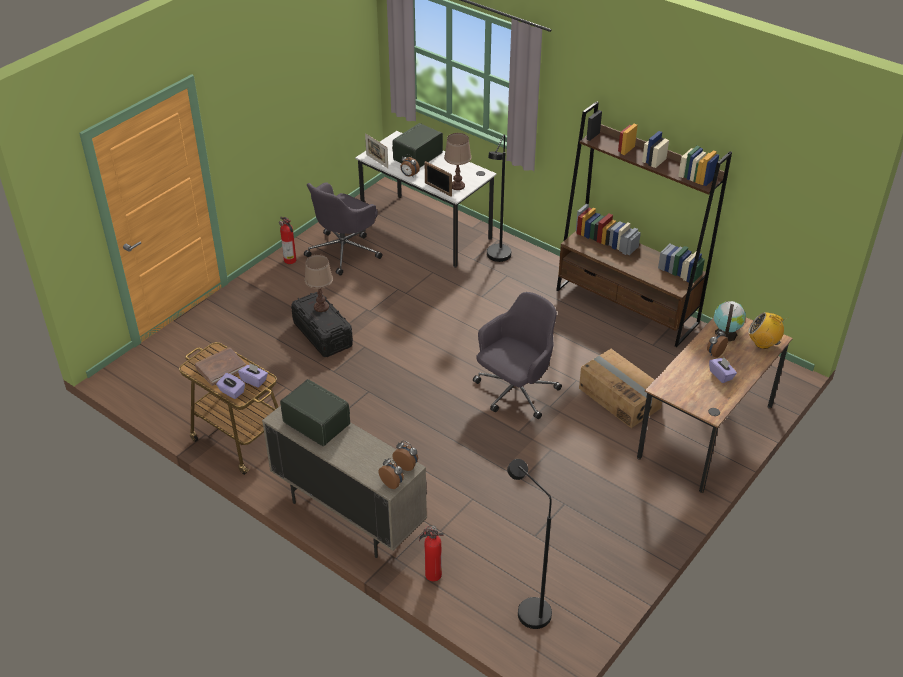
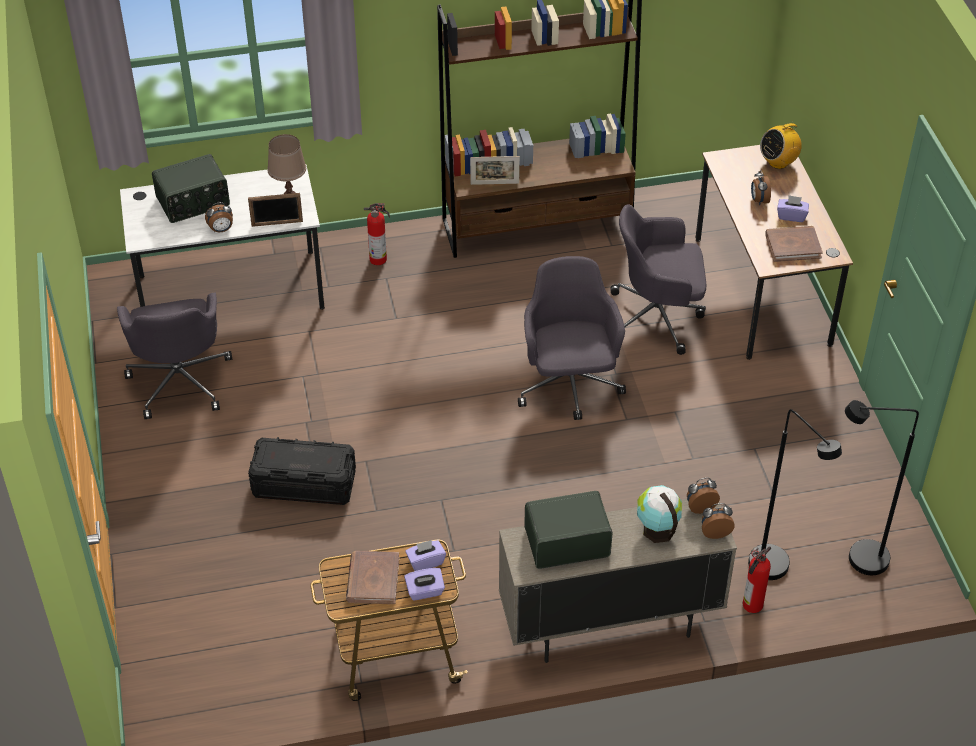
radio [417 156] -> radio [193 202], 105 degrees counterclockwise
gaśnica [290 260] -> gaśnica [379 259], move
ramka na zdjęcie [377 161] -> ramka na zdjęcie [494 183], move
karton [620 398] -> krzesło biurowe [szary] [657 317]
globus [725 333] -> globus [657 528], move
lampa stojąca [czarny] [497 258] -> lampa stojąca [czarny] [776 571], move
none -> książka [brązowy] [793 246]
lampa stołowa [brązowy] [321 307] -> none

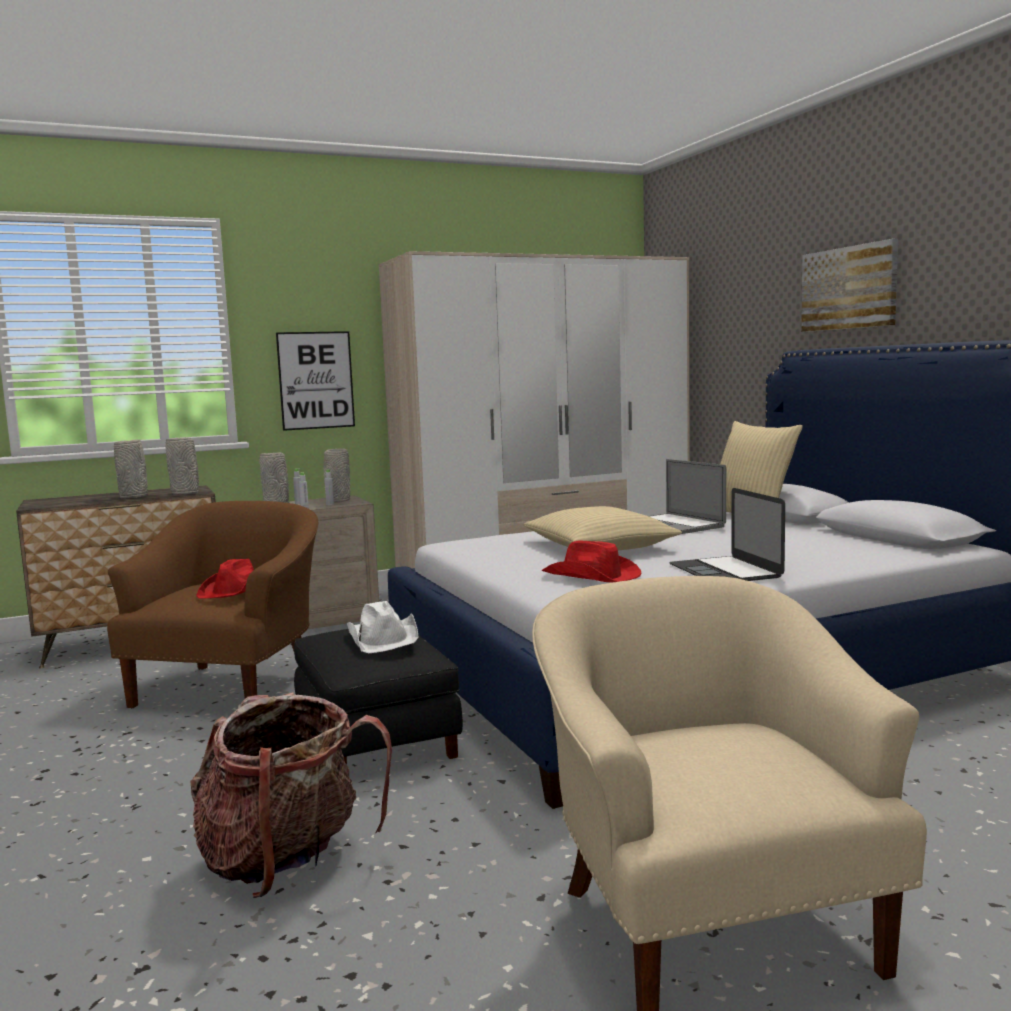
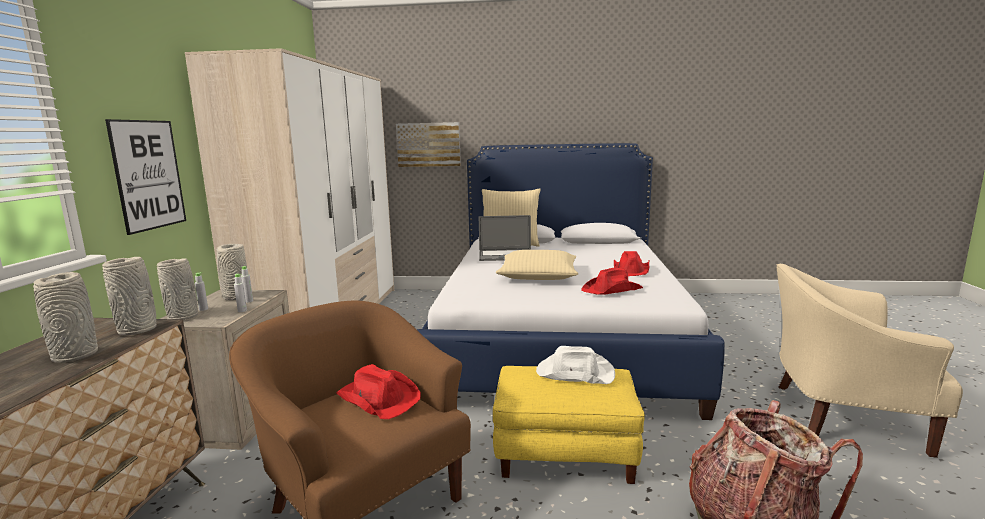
obraz [849 288] -> obraz [428 144], move
pufa [czarny] [378 739] -> pufa [żółty] [566 451]
laptop [725 571] -> kapelusz [czerwony] [631 270]

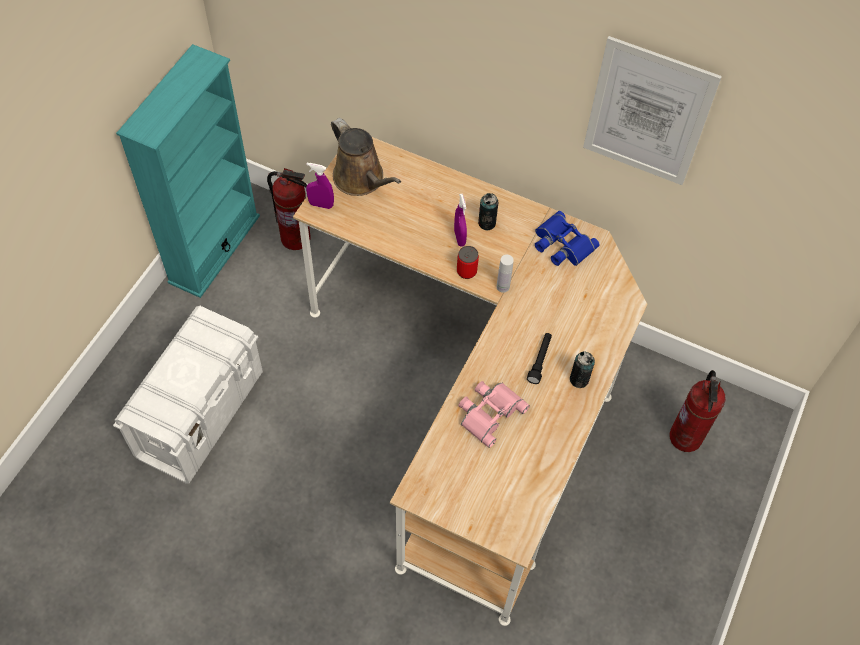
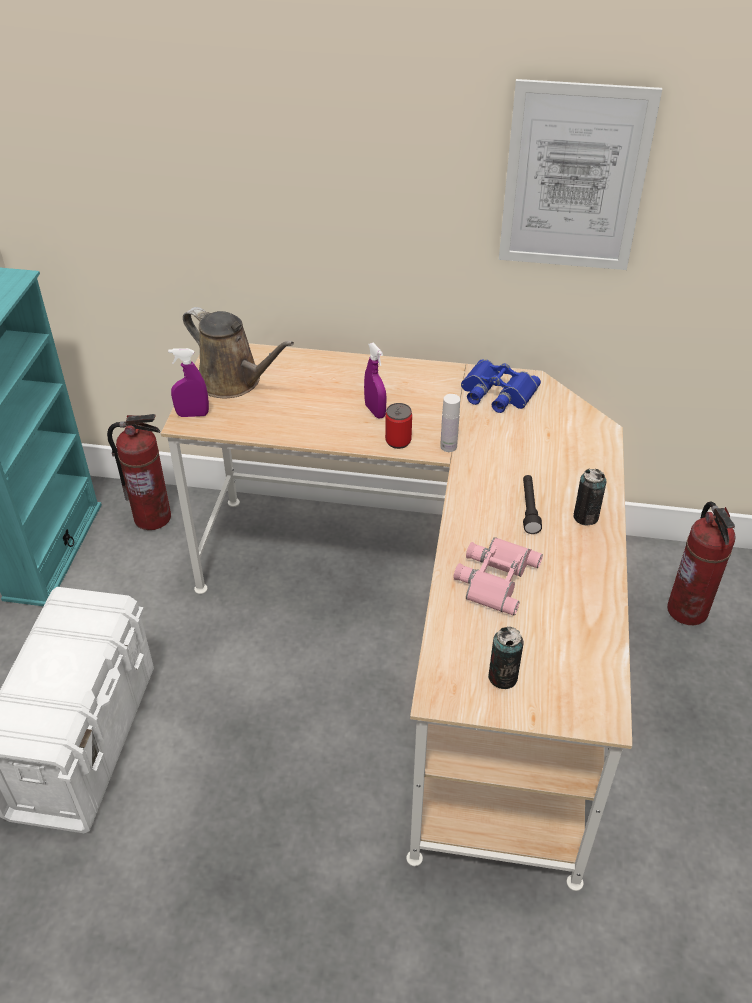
puszka [487 223] -> puszka [502 677], move

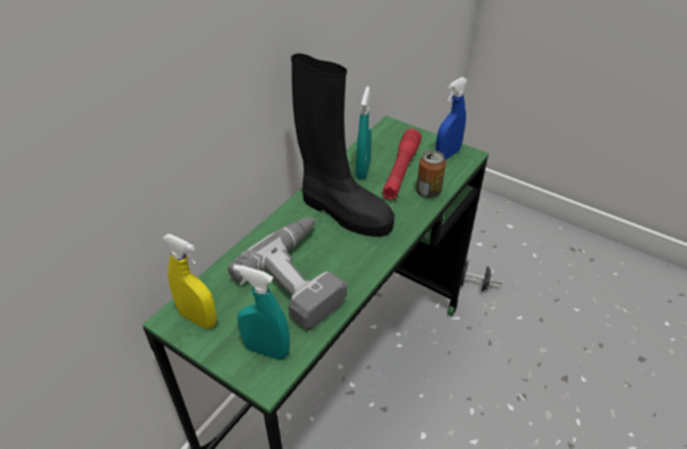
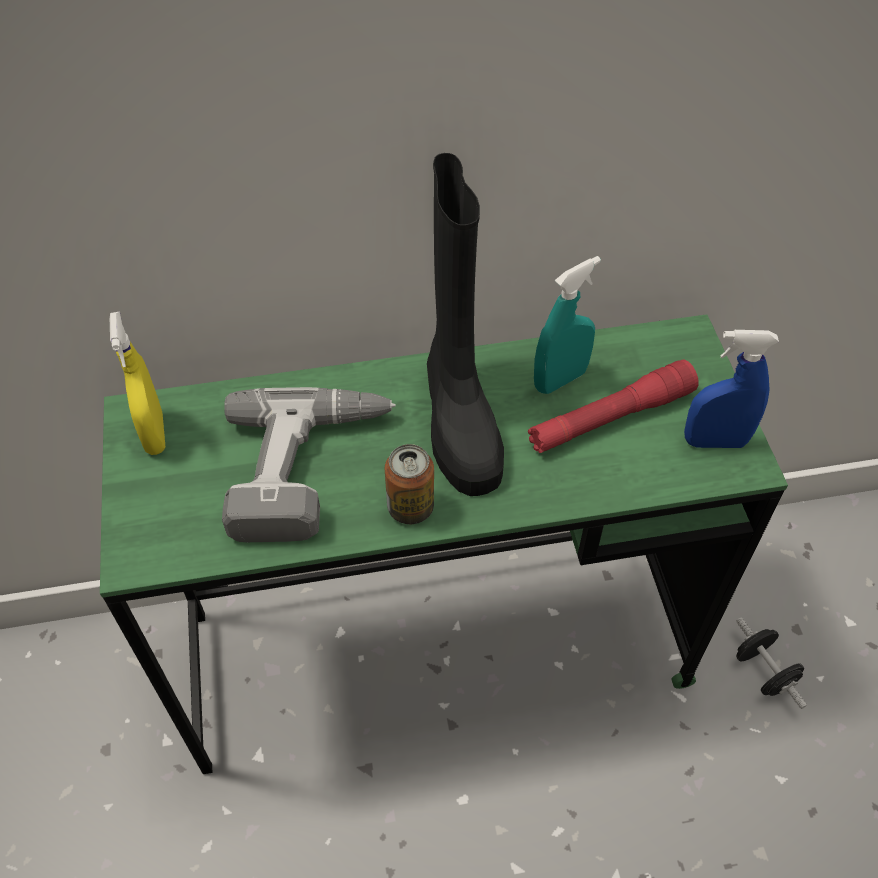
puszka [428 192] -> puszka [410 507], move
spryskiwacz [turkusowy] [266 350] -> none

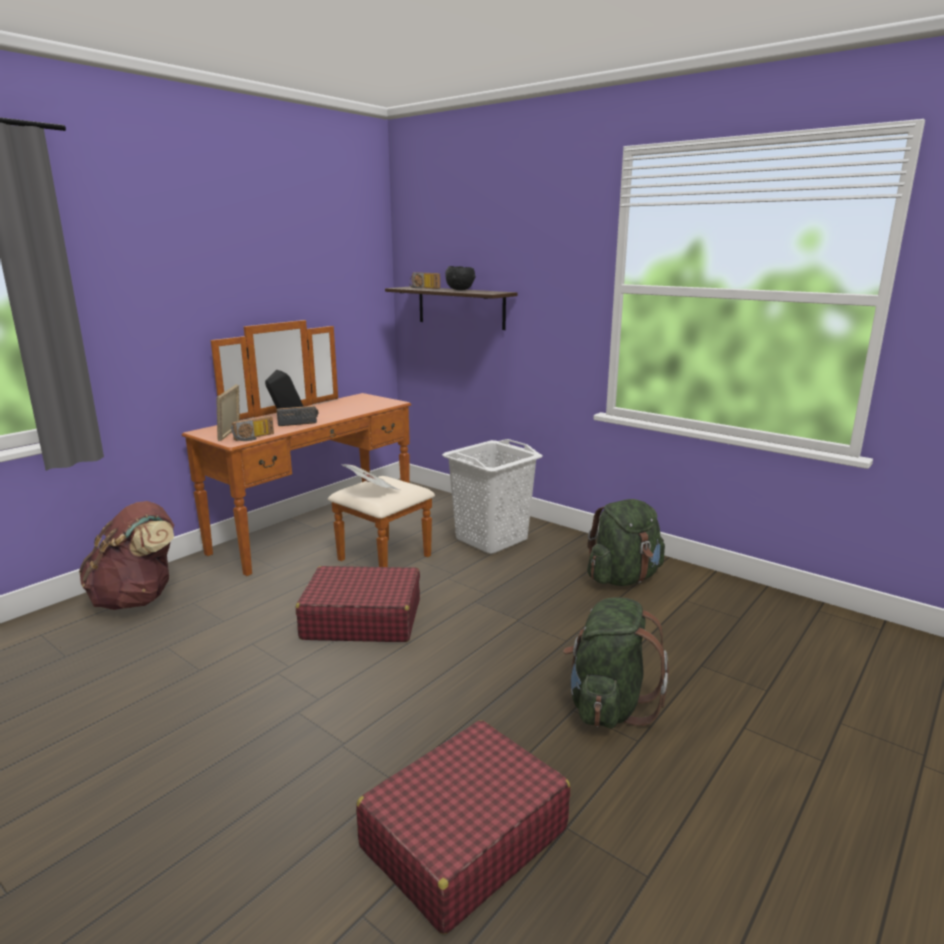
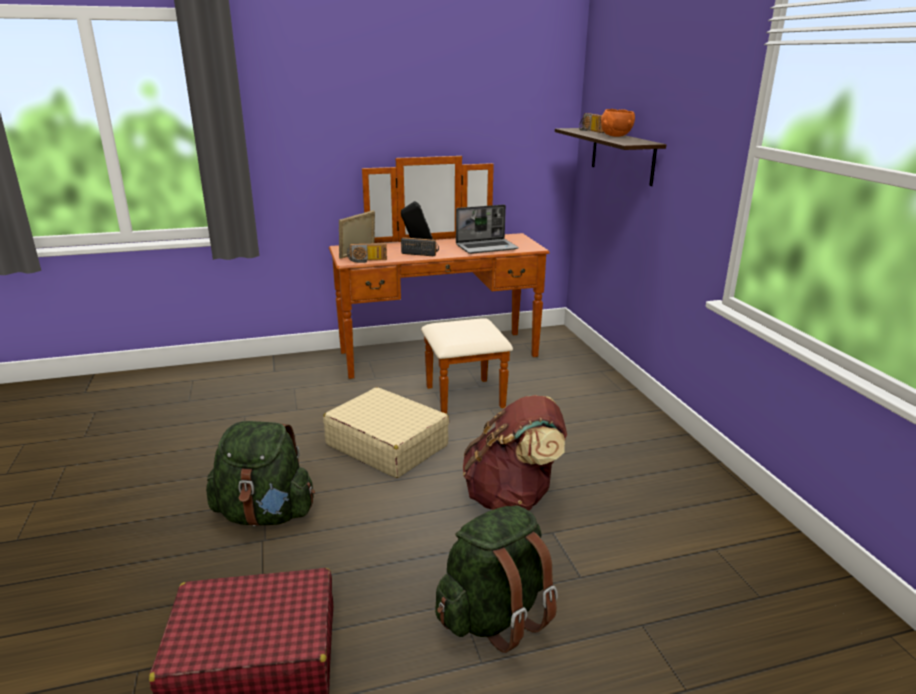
plecak [zielony] [623 578] -> plecak [zielony] [265 514], move
walizka [czerwony] [362 619] -> walizka [beżowy] [386 445]
none -> laptop [487 247]
plecak [brązowy] [138 599] -> plecak [brązowy] [512 497], move
miska [czarny] [460 290] -> miska [pomarańczowy] [615 136]
gazeta [372 491] -> none
kosz na pranie [biały] [492 539] -> none

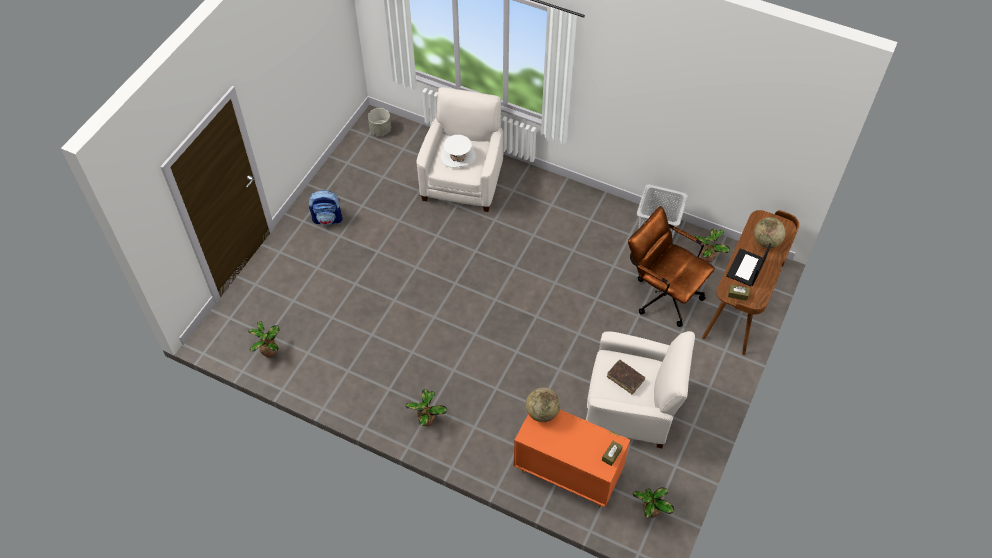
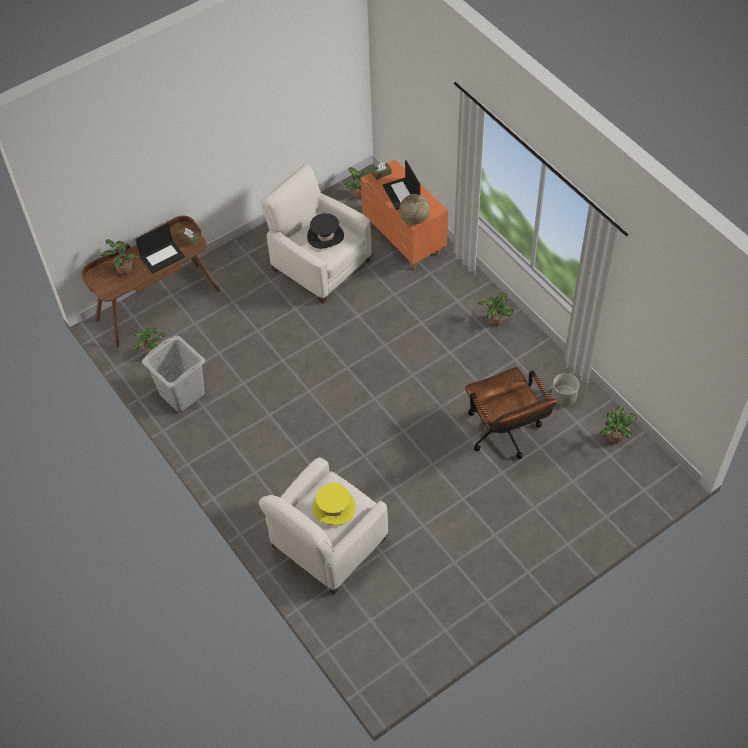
globus [766 242] -> roślina doniczkowa [124 270]
książka [brązowy] [625 378] -> kapelusz [czarny] [325 236]
kapelusz [biały] [458 156] -> kapelusz [żółty] [334 508]
none -> laptop [402 194]
krzesło biurowe [brązowy] [662 294] -> krzesło biurowe [brązowy] [505 435], move
donica [szary] [380 130] -> donica [szary] [563 397], move
plecak [328 218] -> none

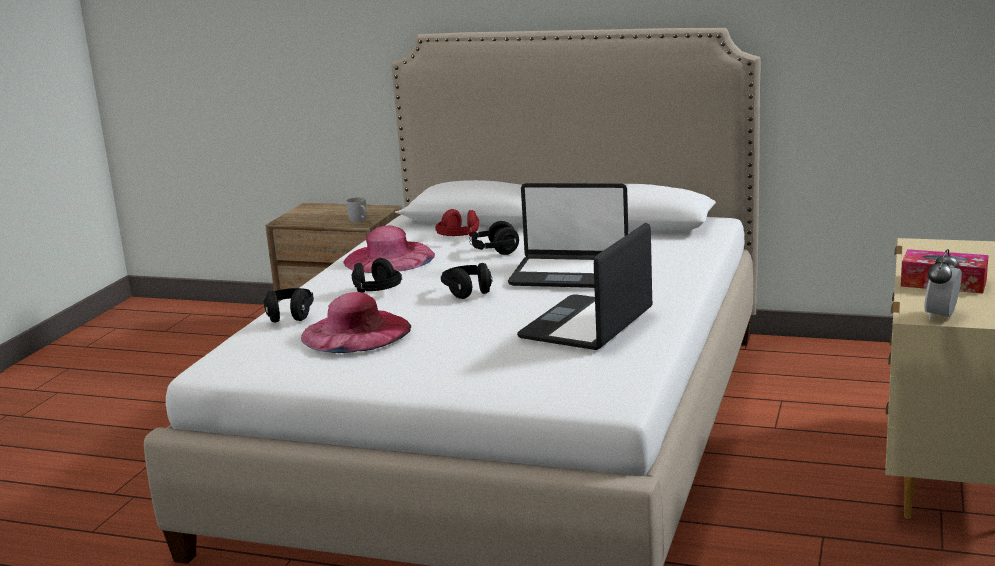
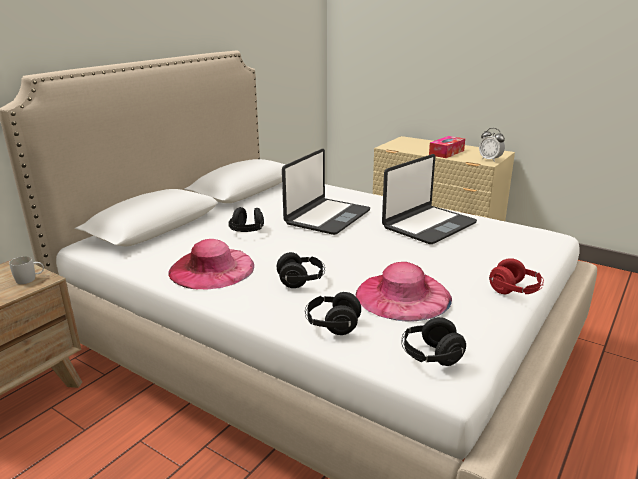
laptop [588 325] -> laptop [428 225], 90 degrees counterclockwise
słuchawki [czarny] [468 292] -> słuchawki [czarny] [430 356], move
słuchawki [czerwony] [458 238] -> słuchawki [czerwony] [515 291], move

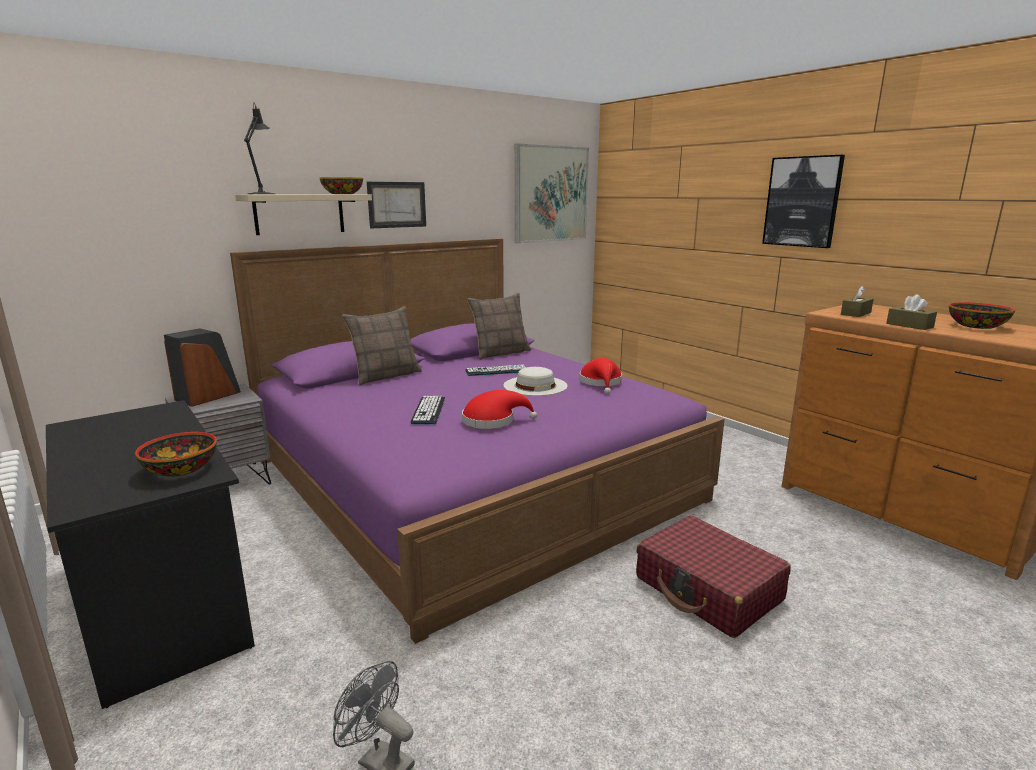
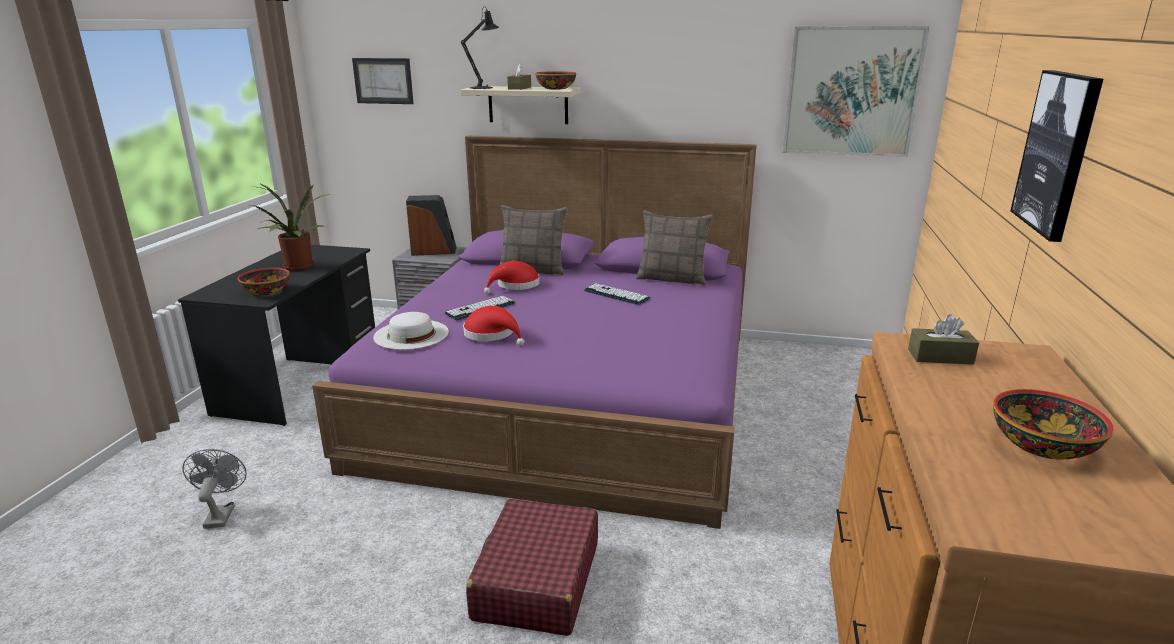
none -> roślina doniczkowa [298 268]
obraz [397 204] -> obraz [383 81], move
kapelusz [biały] [535 385] -> kapelusz [biały] [411 334], move
kapelusz [czerwony] [601 383] -> kapelusz [czerwony] [515 285], move
pudełko chusteczek [brązowy] [909 325] -> pudełko chusteczek [brązowy] [519 88], move

